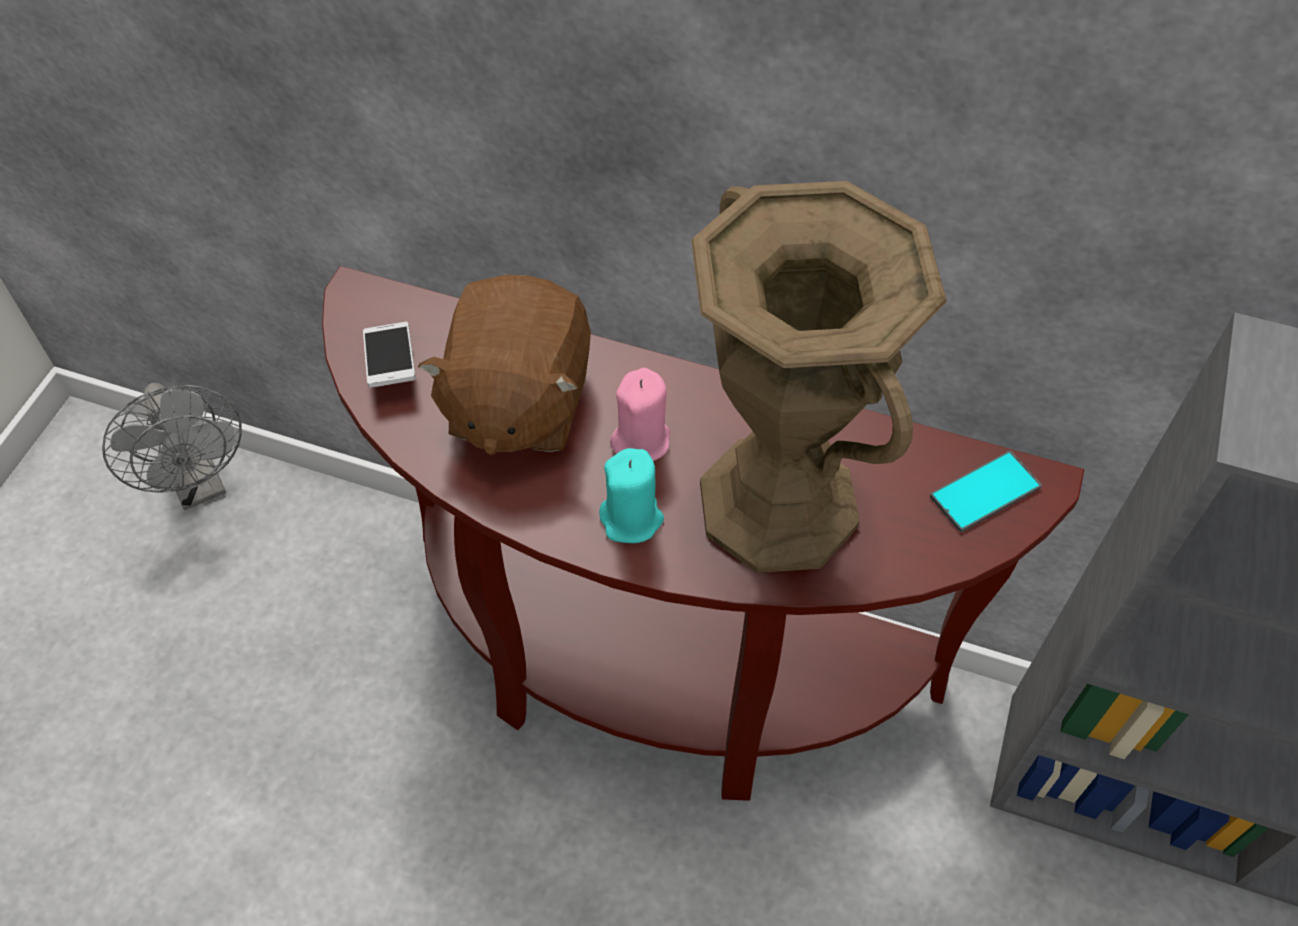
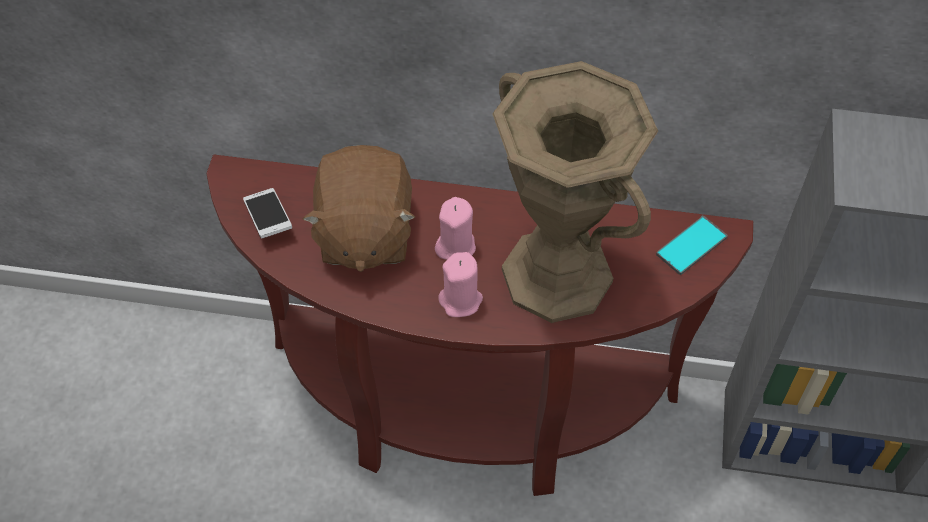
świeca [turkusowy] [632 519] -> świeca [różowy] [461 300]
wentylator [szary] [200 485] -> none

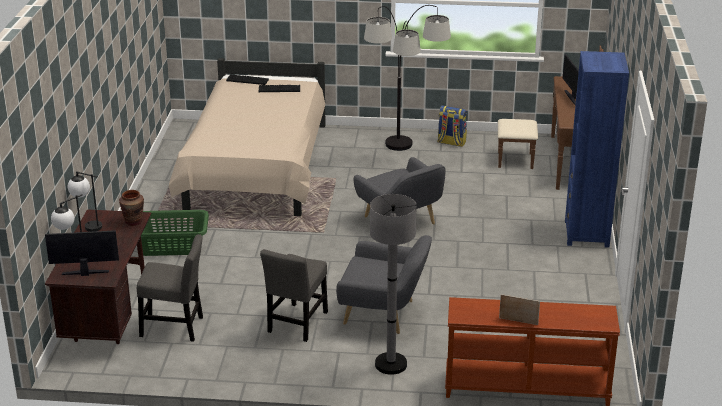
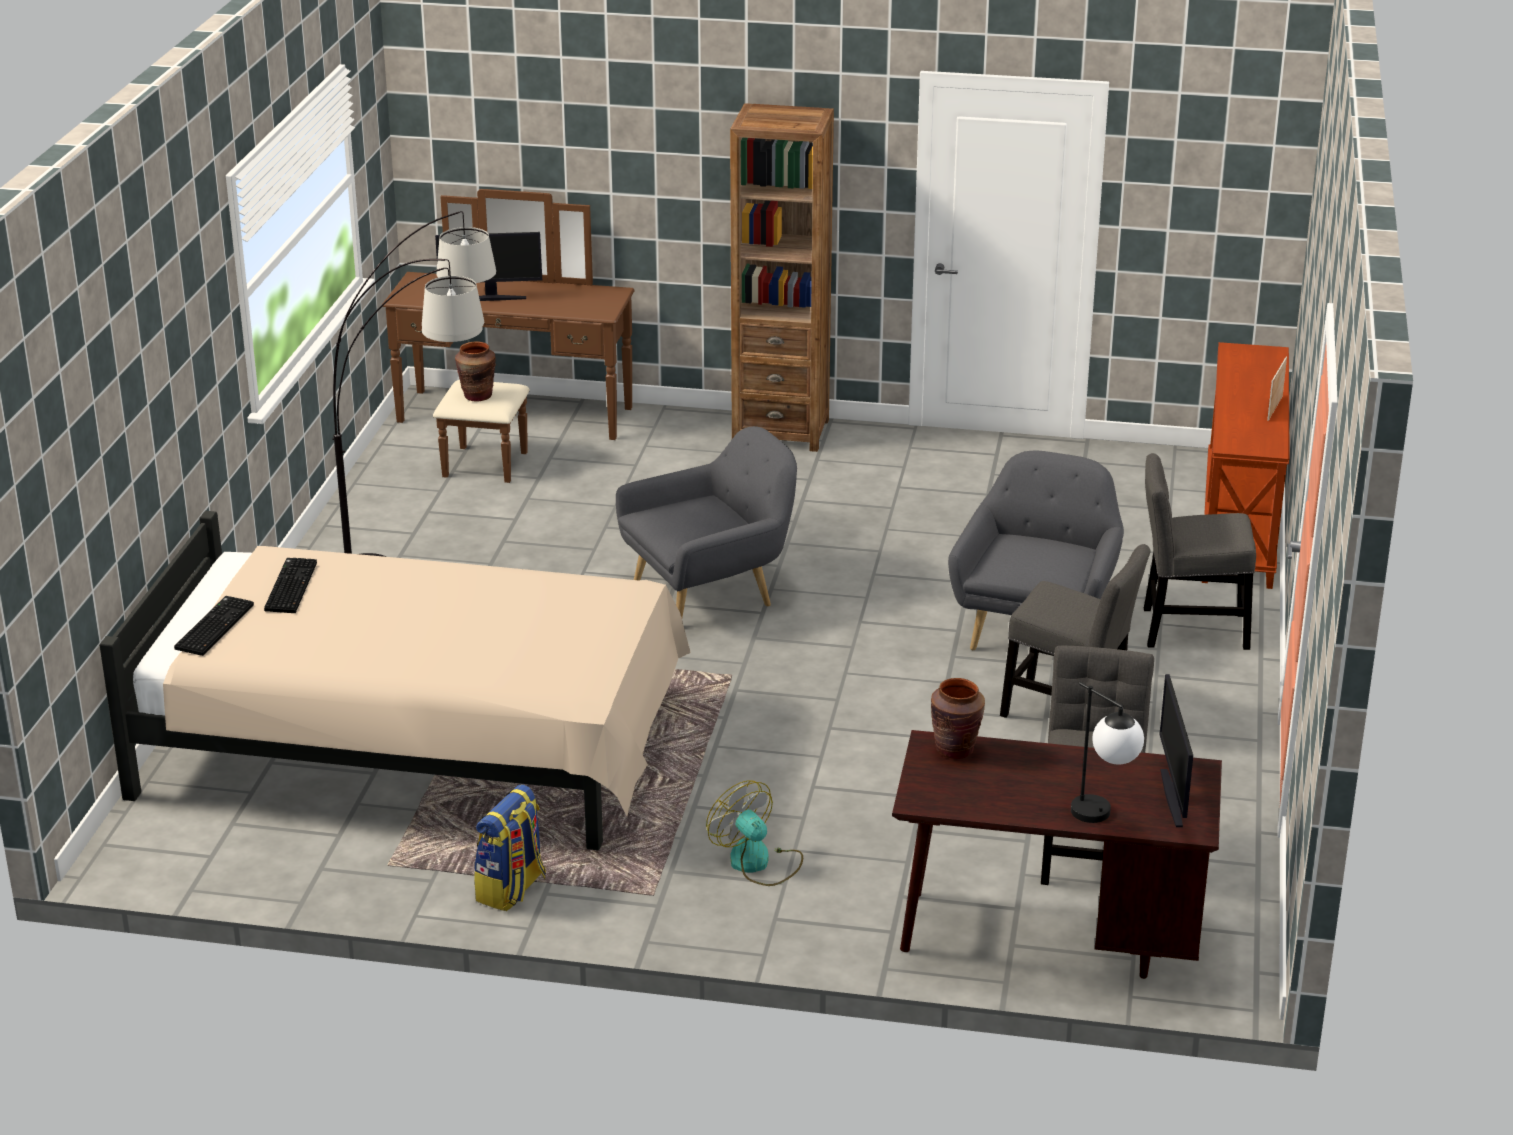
none -> wazon [brązowy] [477 396]
plecak [451 142] -> plecak [511 889], move
kosz na pranie [zielony] [171 245] -> wentylator [758 863]
regał [niebieski] [586 234] -> regał [brązowy] [780 432]
lampa stojąca [szary] [391 364] -> krzesło [szary] [1188 629]
lampa stołowa [87 226] -> none

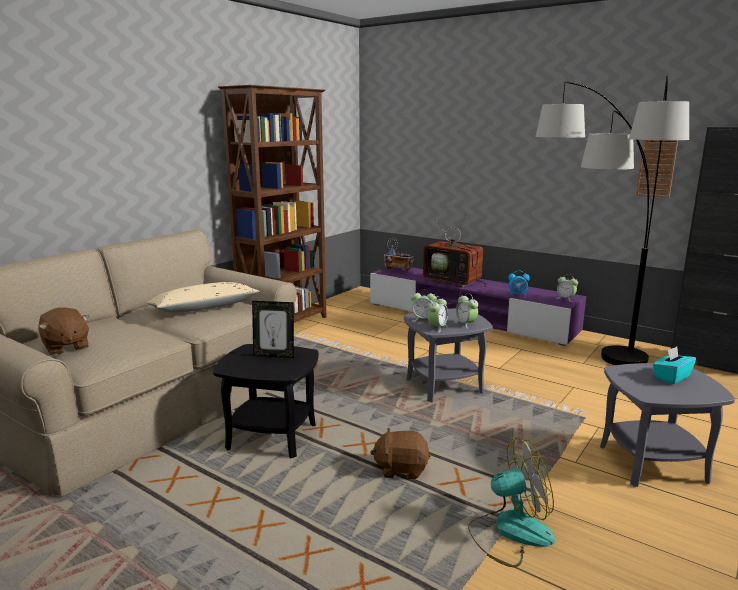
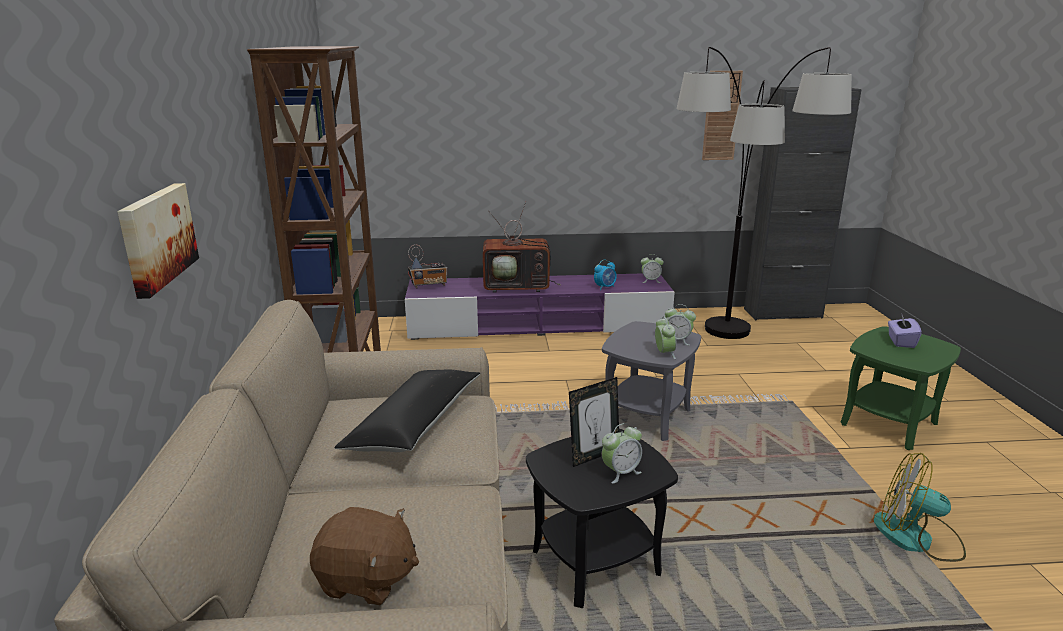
none -> obraz [156 237]
poduszka [beżowy] [204 308] -> poduszka [czarny] [414 424]
budzik [423 319] -> budzik [620 472], move
stolik [szary] [652 464] -> stolik [zielony] [888 424]
wentylator [509 532] -> wentylator [917 538], 105 degrees counterclockwise
pudełko chusteczek [turkusowy] [671 377] -> pudełko chusteczek [fioletowy] [900 341]
pluszak [brązowy] [401 469] -> none

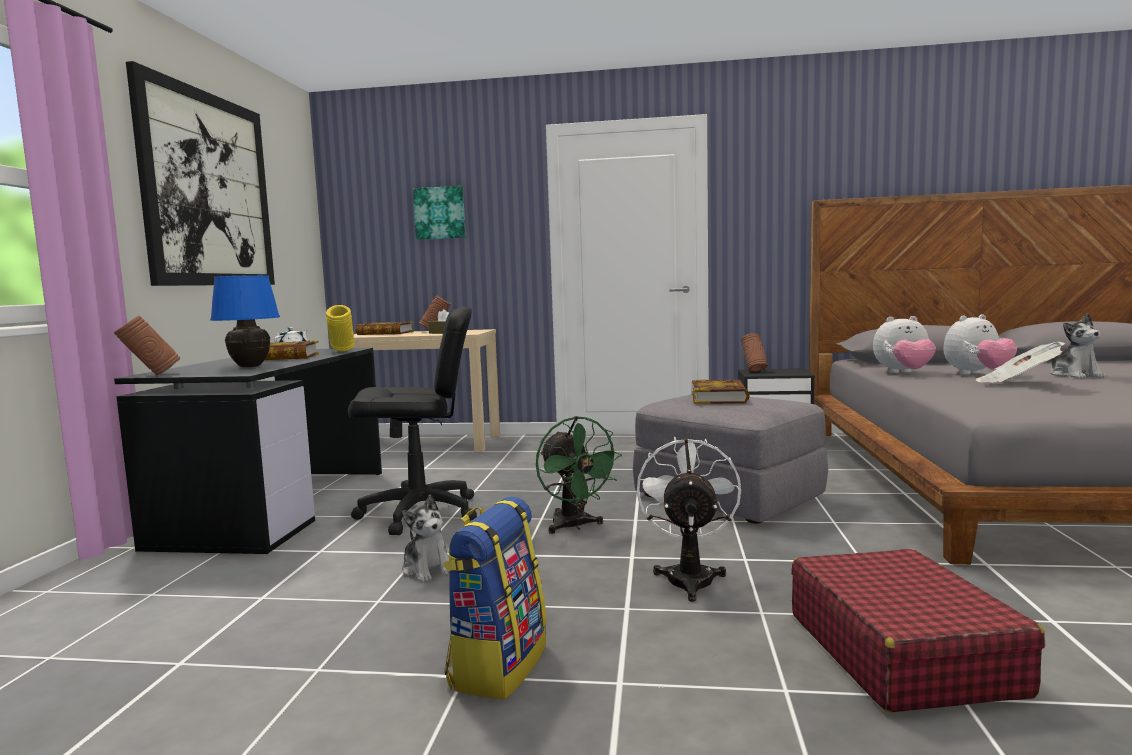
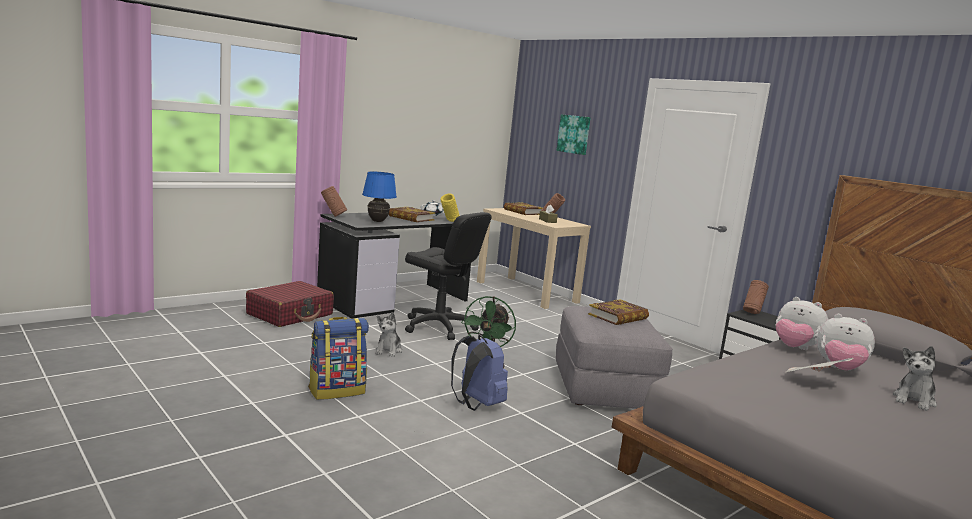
walizka [czerwony] [901 652] -> walizka [czerwony] [290 314], move
wentylator [biały] [689 576] -> plecak [niebieski] [476 404]
obraz [208 190] -> none

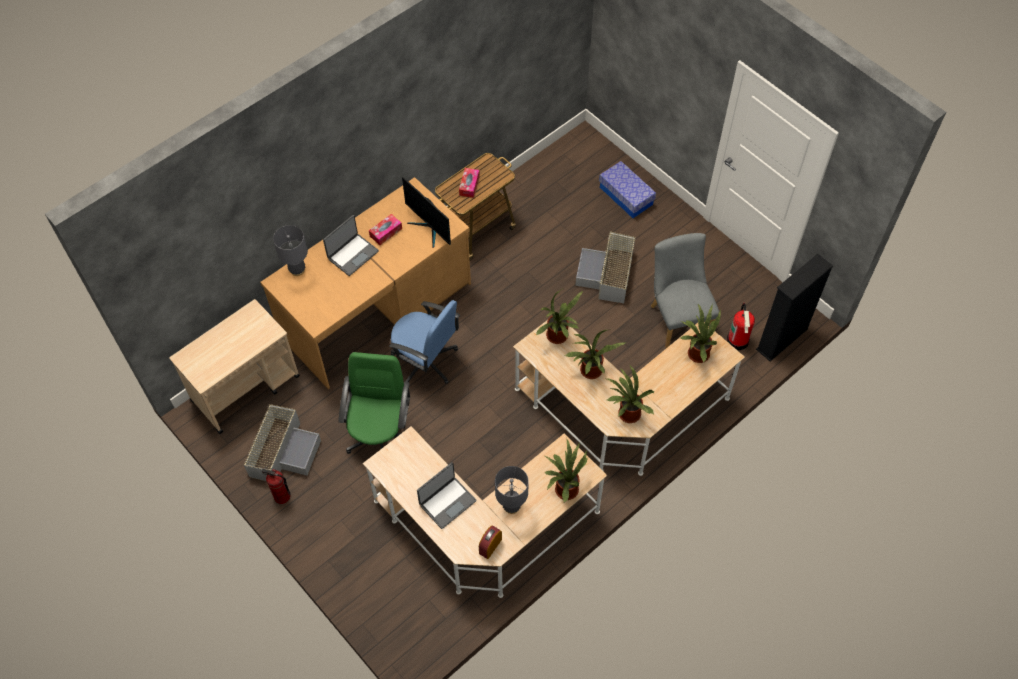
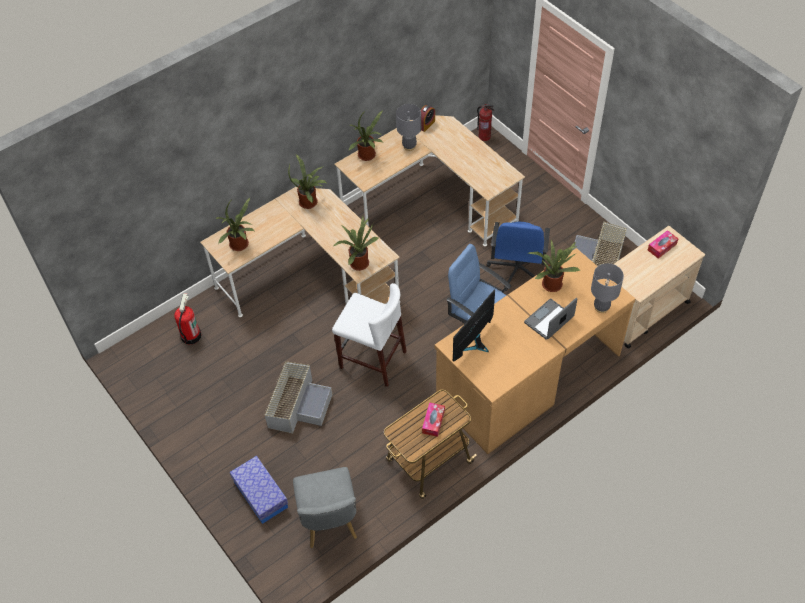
krzesło [szary] [678 317] -> krzesło [szary] [329 523], move
none -> stołek [biały] [372 359]
monitor [429 228] -> monitor [474 344], 105 degrees counterclockwise
gaśnica [282 497] -> gaśnica [484 136], move
krzesło biurowe [zielony] [380 435] -> krzesło biurowe [niebieski] [517 270]
roślina doniczkowa [591 372] -> roślina doniczkowa [552 283], move
pudełko chusteczek [386 232] -> pudełko chusteczek [662 247], move
laptop [447 502] -> none
regał [czarny] [782 339] -> none

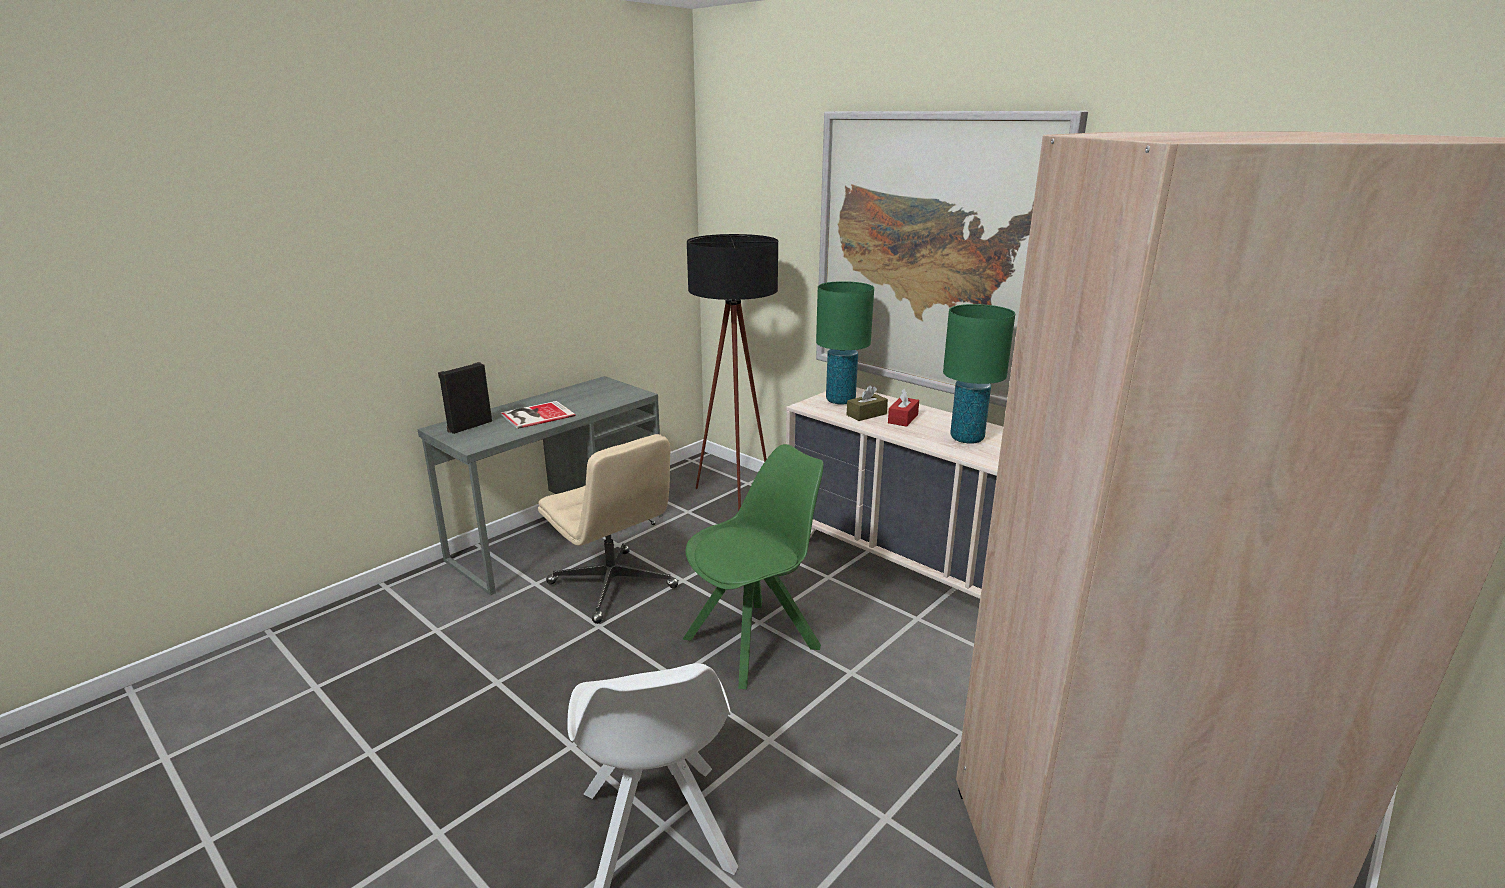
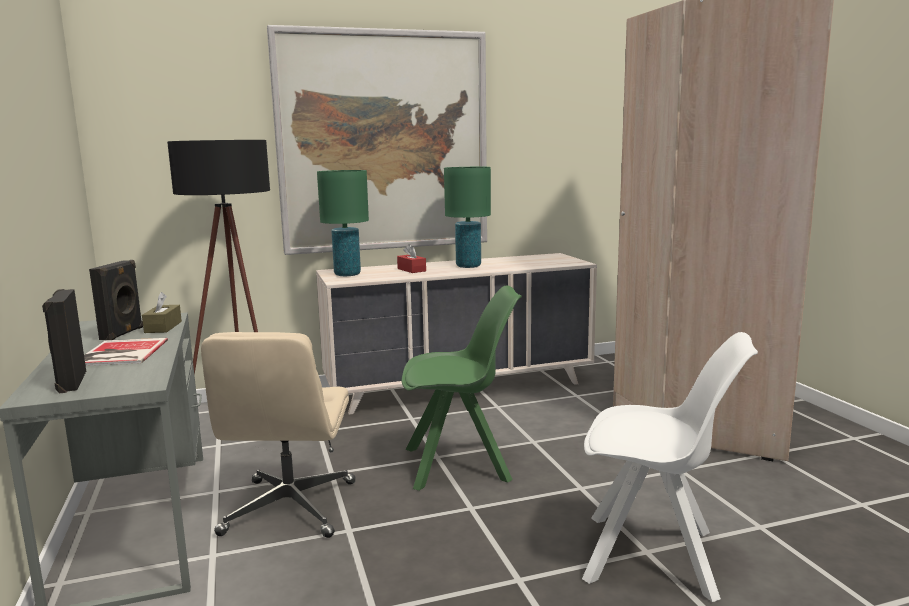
none -> głośnik [czarny] [123 333]
pudełko chusteczek [brązowy] [866 414] -> pudełko chusteczek [brązowy] [163 327], move
krzesło biurowe [beżowy] [613 586] -> krzesło biurowe [beżowy] [290 509], 105 degrees clockwise
krzesło [zielony] [755 641] -> krzesło [zielony] [460 464], 90 degrees clockwise

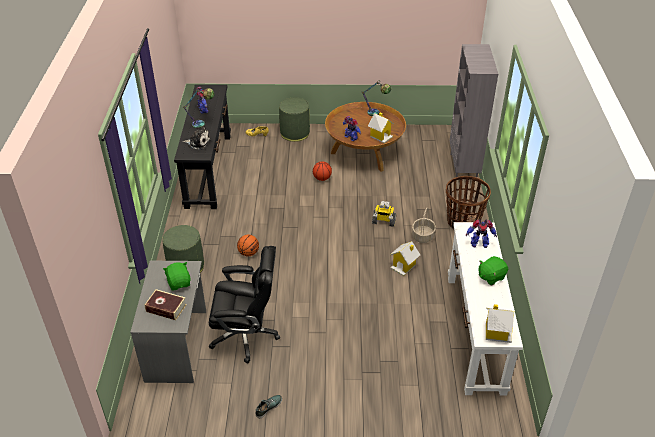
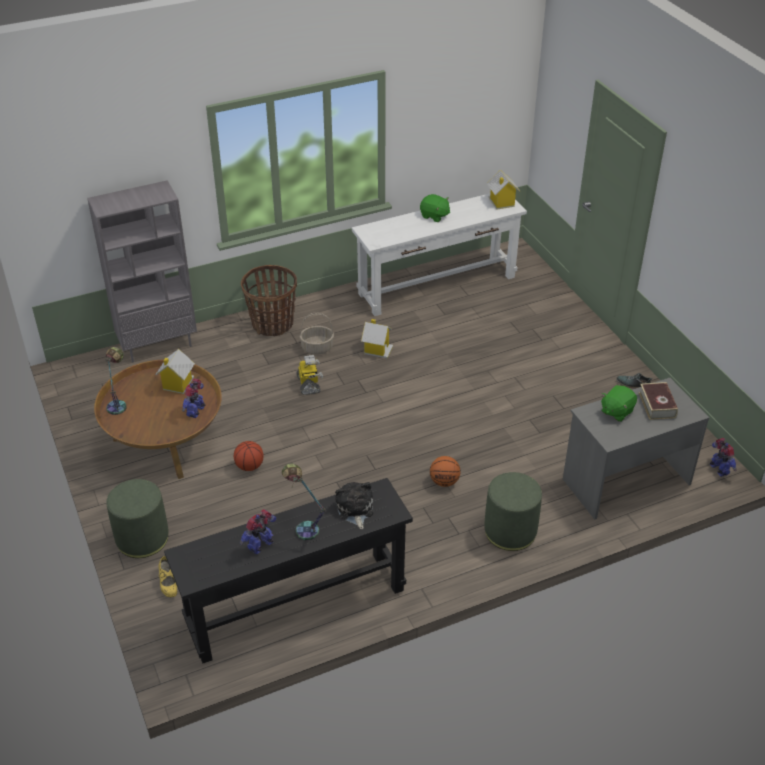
robot zabawkowy [479 244] -> robot zabawkowy [719 470], move
krzesło biurowe [czarny] [246 335] -> none

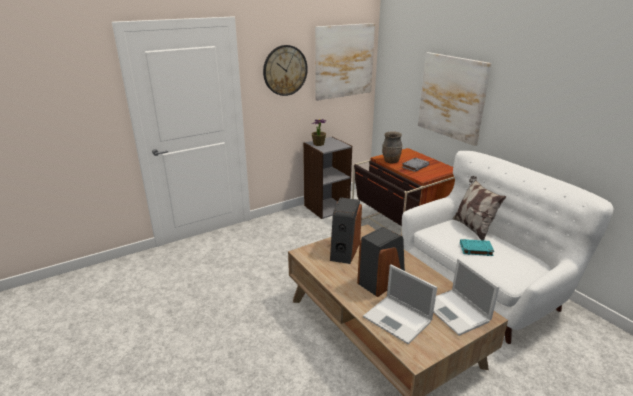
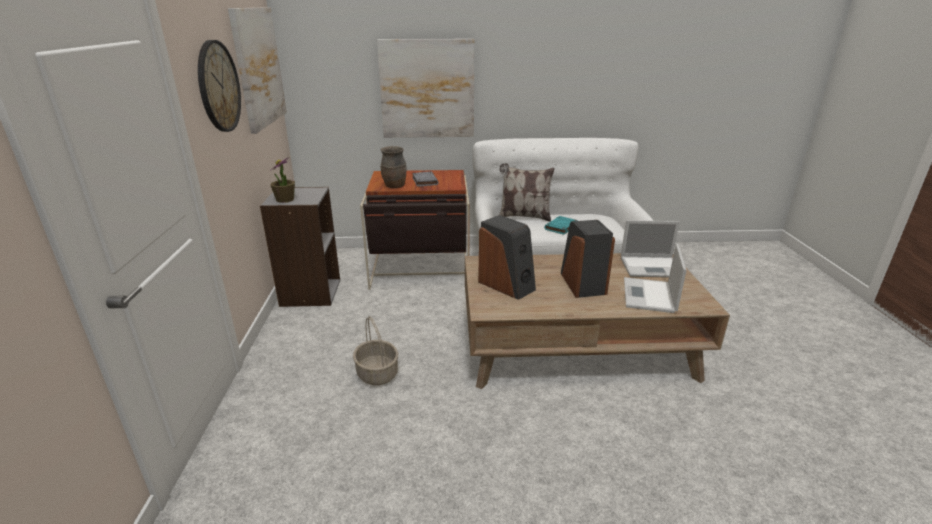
none -> koszyk [378 374]
laptop [398 319] -> laptop [649 296], 120 degrees clockwise

